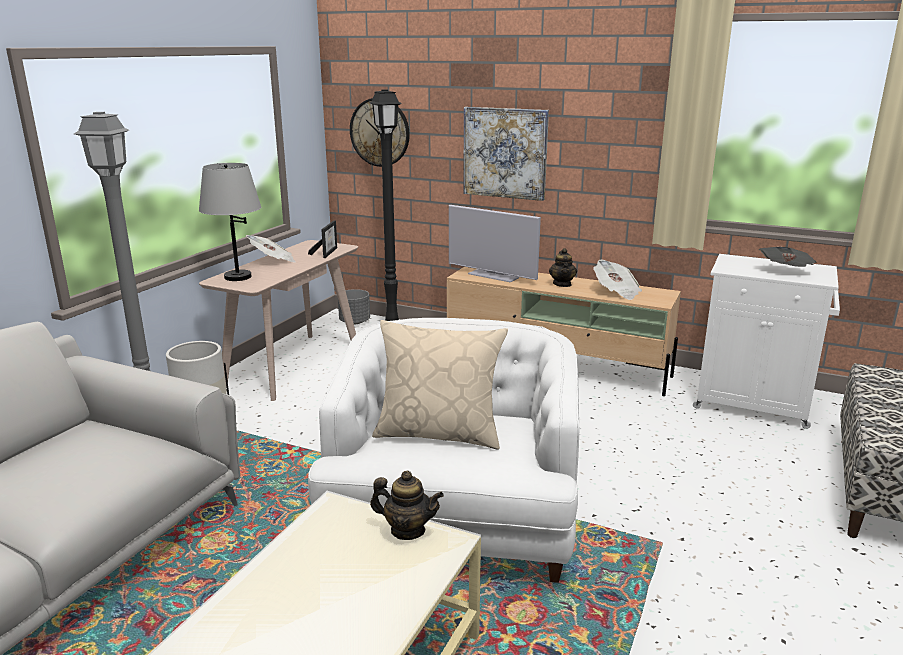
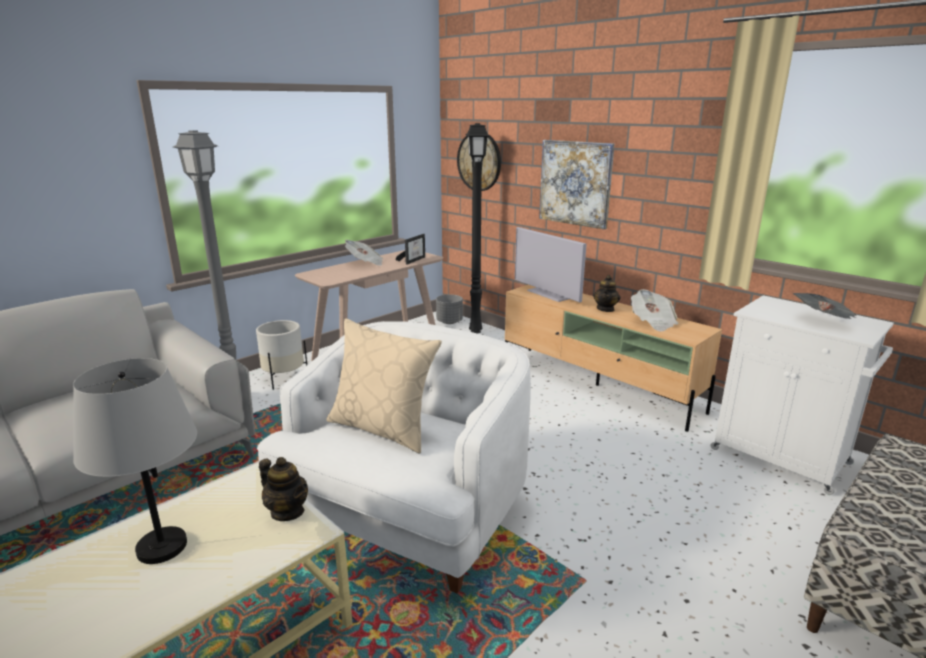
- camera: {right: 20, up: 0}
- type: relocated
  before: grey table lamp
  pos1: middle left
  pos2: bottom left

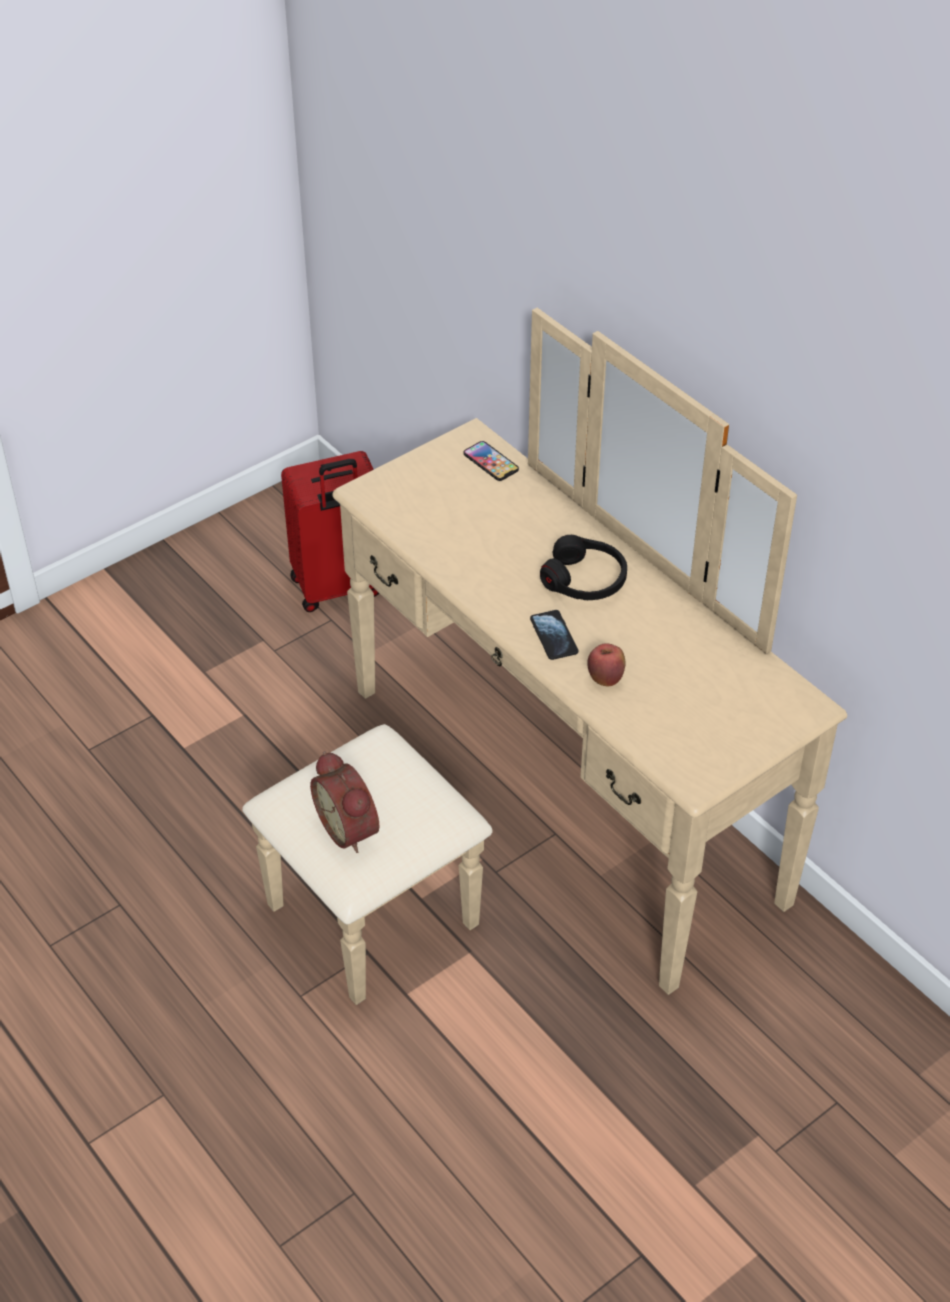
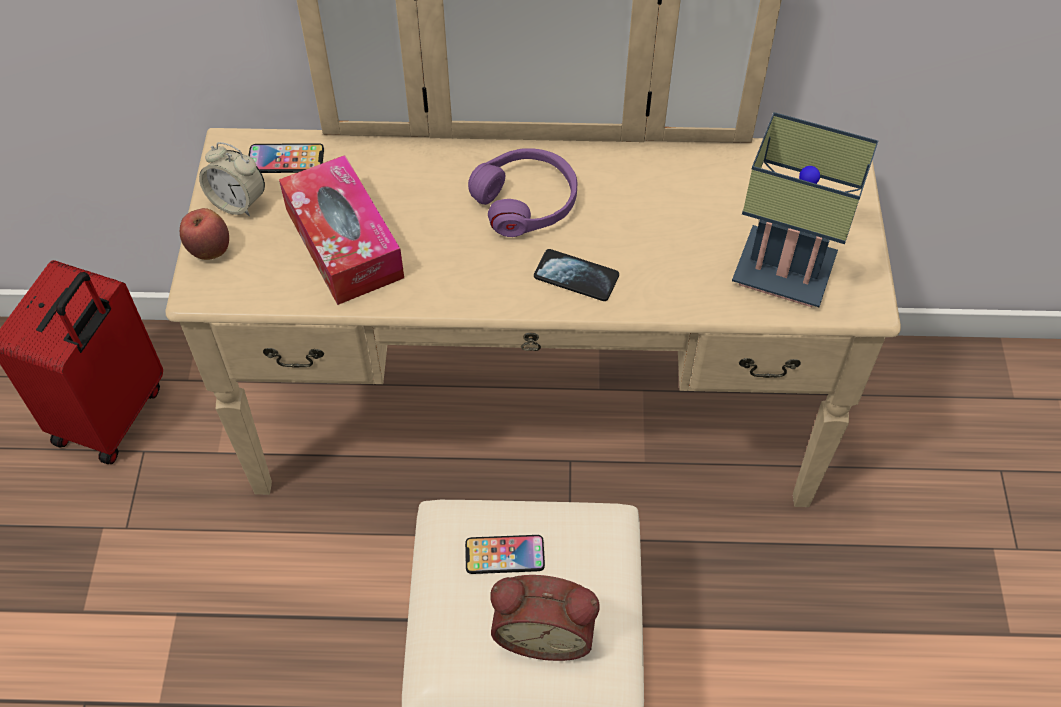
- camera: {right: -50, up: 10}
- type: relocated
  before: apple
  pos1: centre
  pos2: top left
- type: appeared
  after: alarm clock (no. 1 from left)
  pos2: top left
- type: appeared
  after: tissue box
  pos2: top left
- type: appeared
  after: phone (no. 2 from left)
  pos2: bottom centre
- type: colour
  before: black headphones
  after: purple headphones
  pos1: centre
  pos2: top centre
- type: appeared
  after: table lamp
  pos2: top right

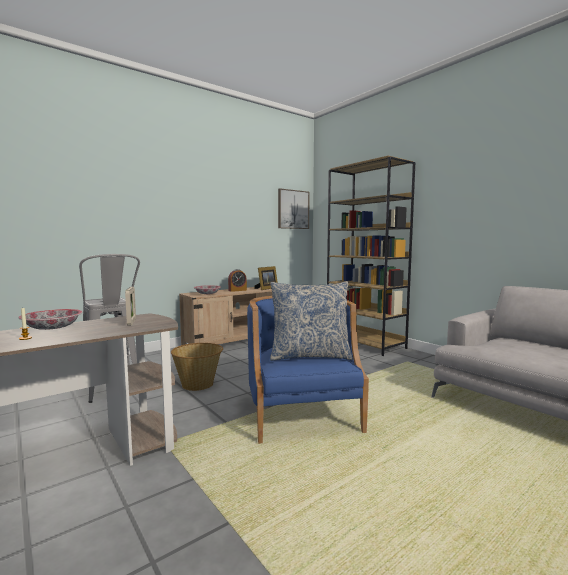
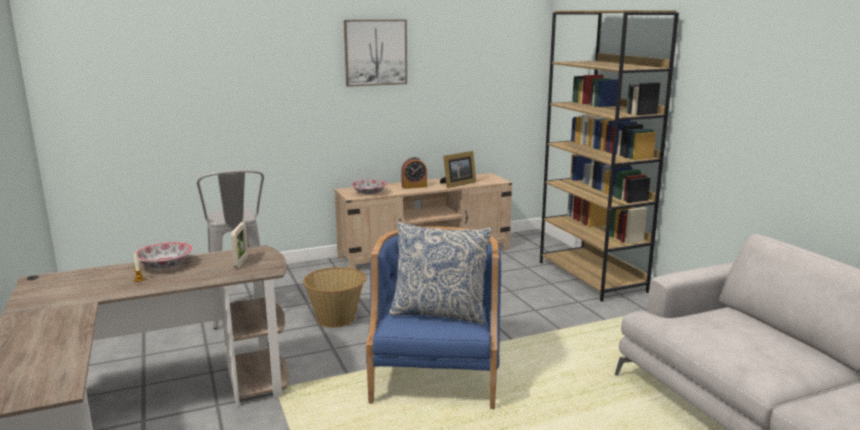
- camera: {right: 15, up: 10}
- type: relocated
  before: picture
  pos1: centre
  pos2: top centre

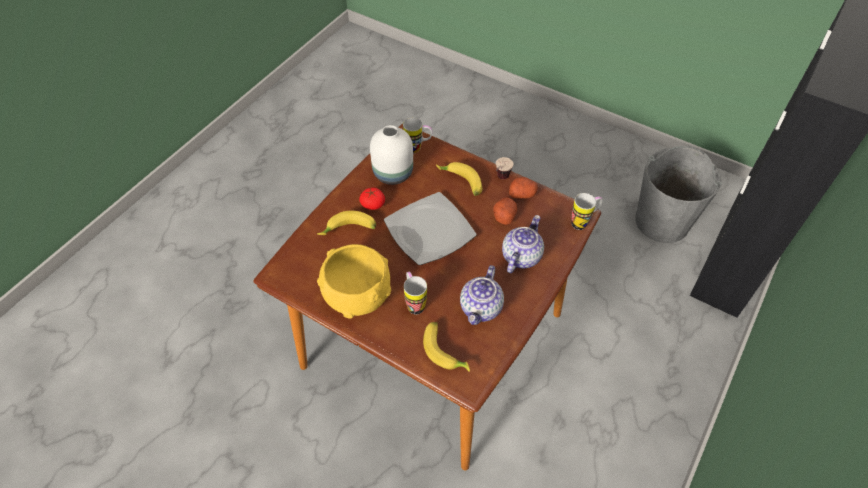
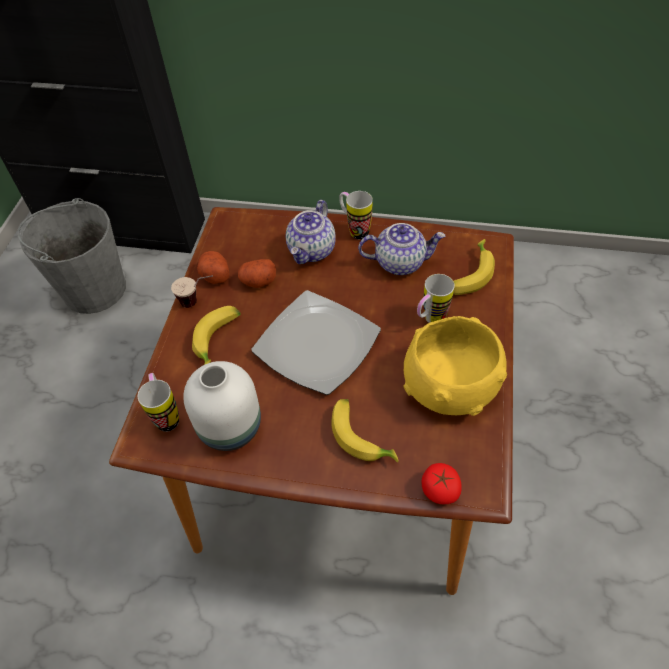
- camera: {right: -110, up: 0}
- type: spun
  before: teapot (no. 2 from left in the first image)
  pos1: centre
  pos2: centre
  turn: -75
- type: relocated
  before: mug (no. 3 from left in the first image)
  after: mug (no. 2 from left)
  pos1: middle right
  pos2: top centre
- type: relocated
  before: tomato
  pos1: centre
  pos2: bottom centre

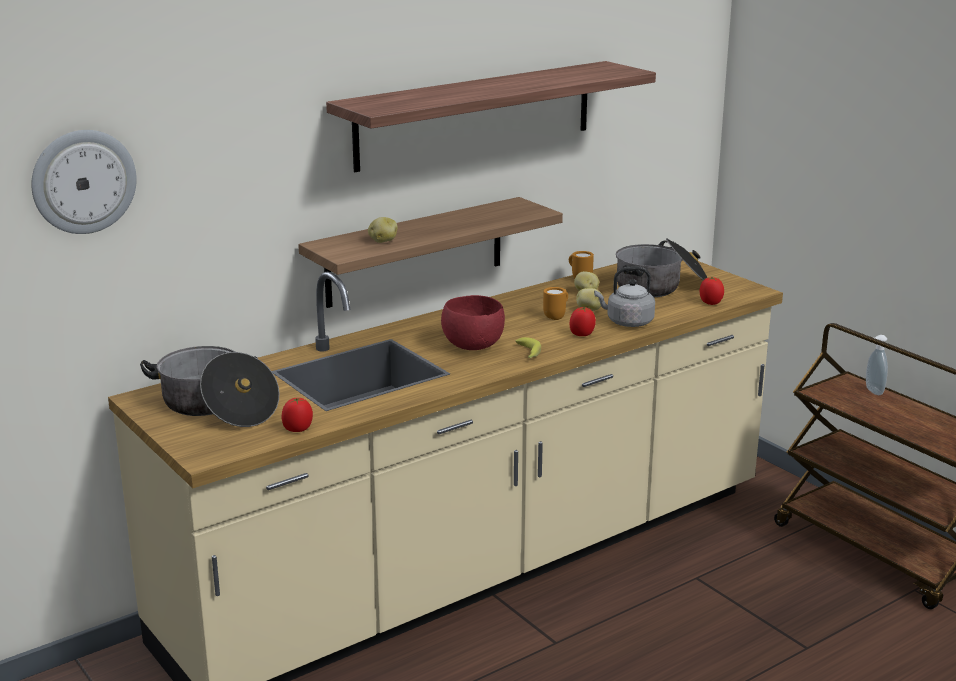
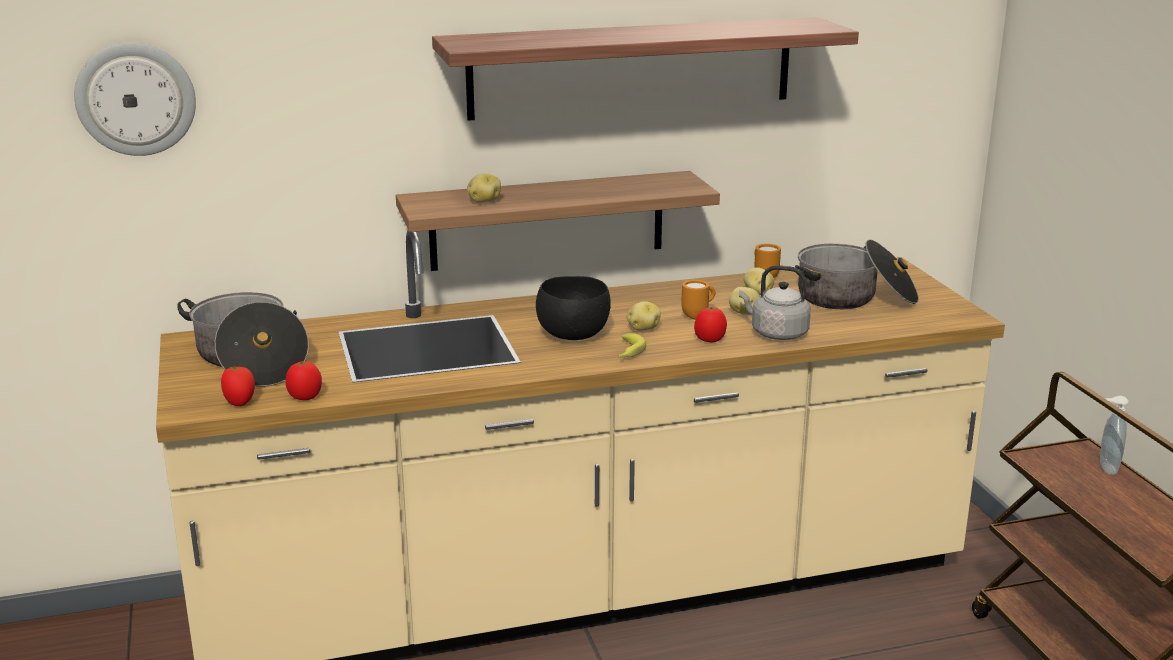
- camera: {right: 20, up: 0}
- type: relocated
  before: tomato (no. 3 from left in the first image)
  after: tomato (no. 1 from left)
  pos1: middle right
  pos2: middle left
- type: colour
  before: red bowl
  after: black bowl
  pos1: centre
  pos2: centre
- type: appeared
  after: potato (no. 2 from left)
  pos2: centre

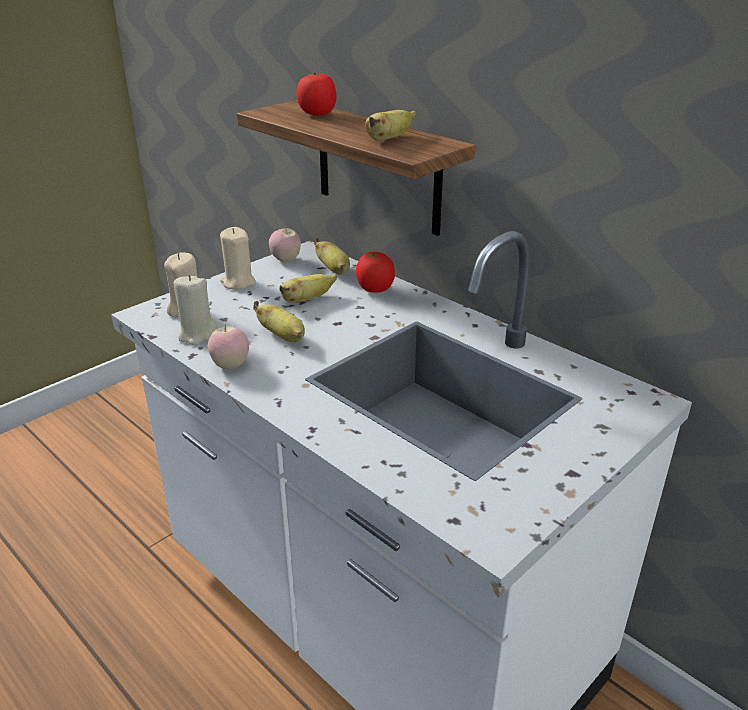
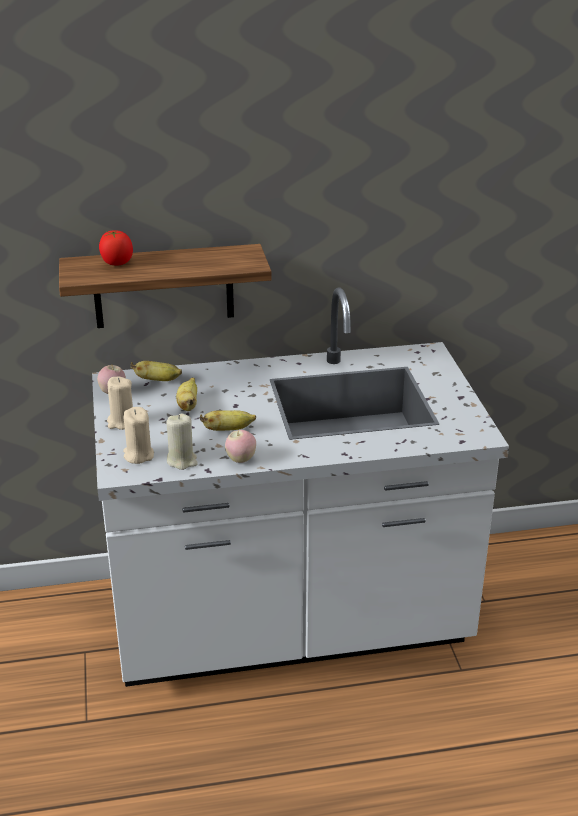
- camera: {right: -55, up: 0}
- type: missing
  before: tomato (no. 2 from left)
  pos1: centre
- type: missing
  before: banana (no. 4 from left)
  pos1: top centre

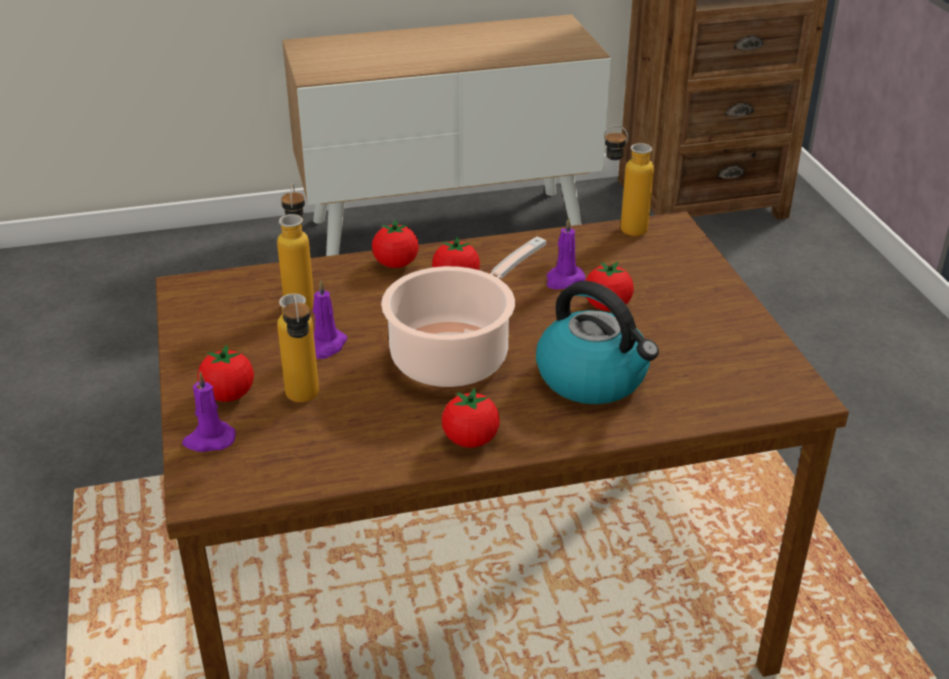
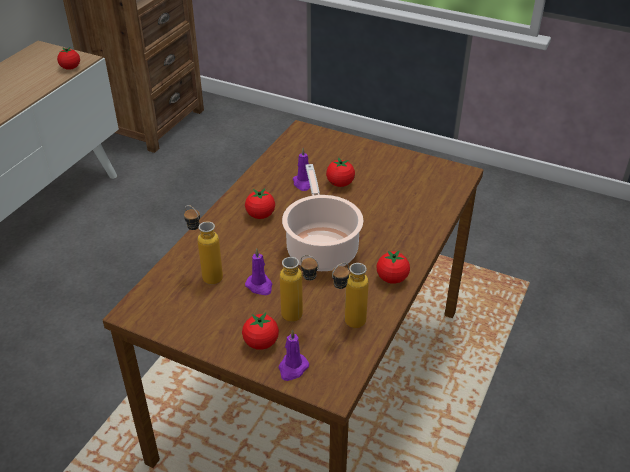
- camera: {right: -50, up: 5}
- type: relocated
  before: tomato (no. 2 from left in the first image)
  after: tomato (no. 1 from left)
  pos1: centre
  pos2: top left
- type: relocated
  before: bottle (no. 3 from left)
  pos1: top centre
  pos2: centre
- type: missing
  before: kettle
  pos1: centre

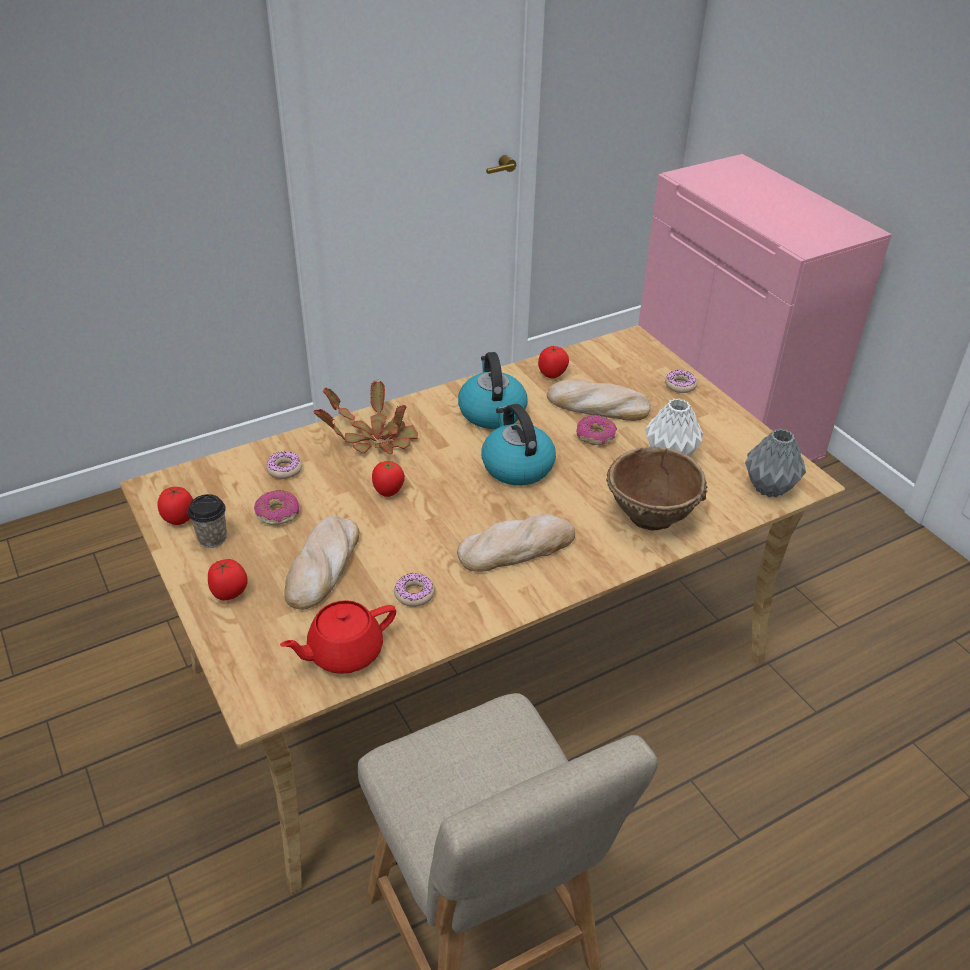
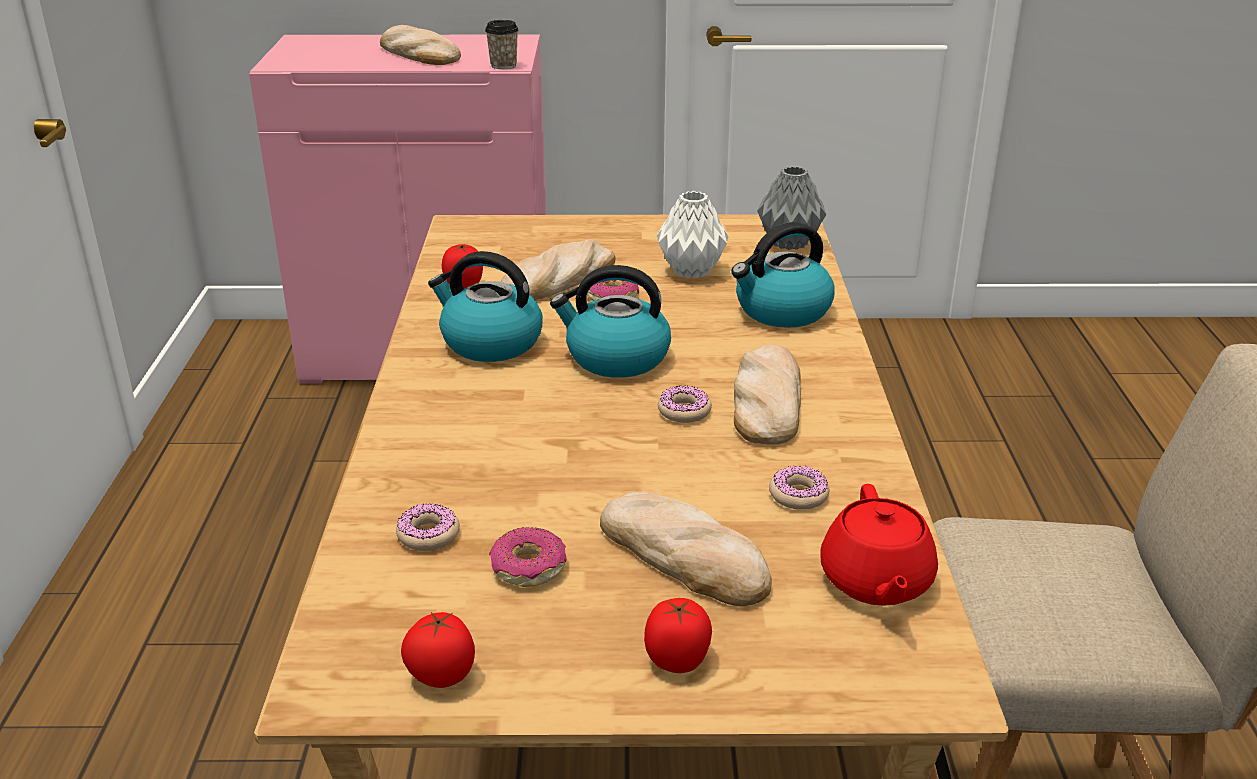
- camera: {right: -60, up: -10}
- type: appeared
  after: bread (no. 1 from left)
  pos2: top centre
- type: relocated
  before: cup
  pos1: middle left
  pos2: top centre
- type: relocated
  before: donut (no. 5 from left in the first image)
  after: donut (no. 4 from left)
  pos1: middle right
  pos2: centre
- type: exchanged
  before: brown bowl
  after: kettle (no. 3 from left)
  pos1: middle right
  pos2: centre
- type: missing
  before: potted plant
  pos1: centre
- type: missing
  before: tomato (no. 3 from left)
  pos1: centre

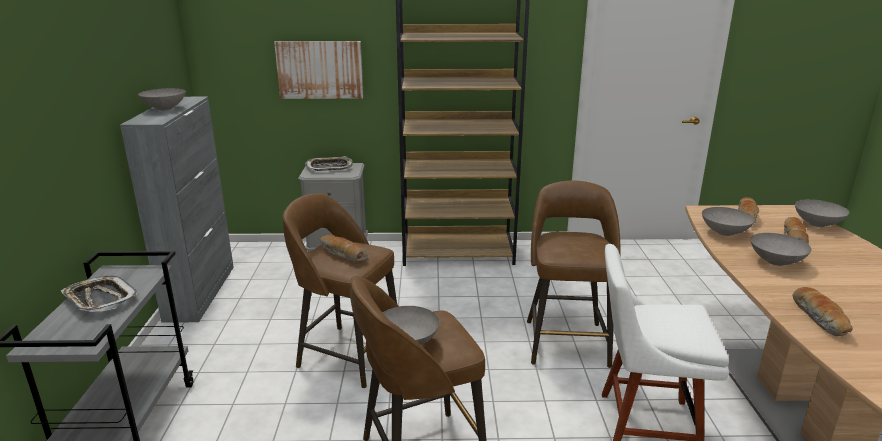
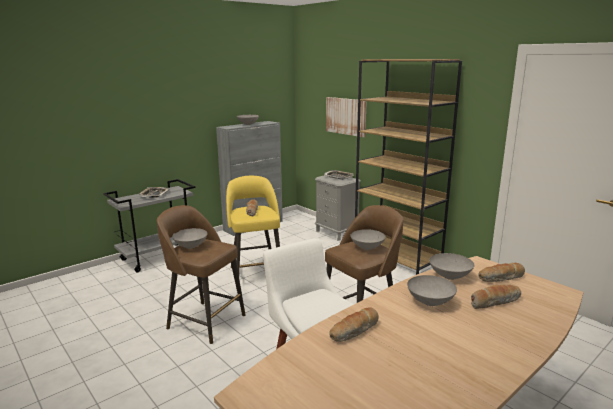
- camera: {right: 50, up: -5}
- type: colour
  before: brown stool (no. 1 from left)
  after: yellow stool
  pos1: centre
  pos2: centre
- type: relocated
  before: grey bowl (no. 5 from left in the first image)
  after: grey bowl (no. 3 from left)
  pos1: middle right
  pos2: centre

